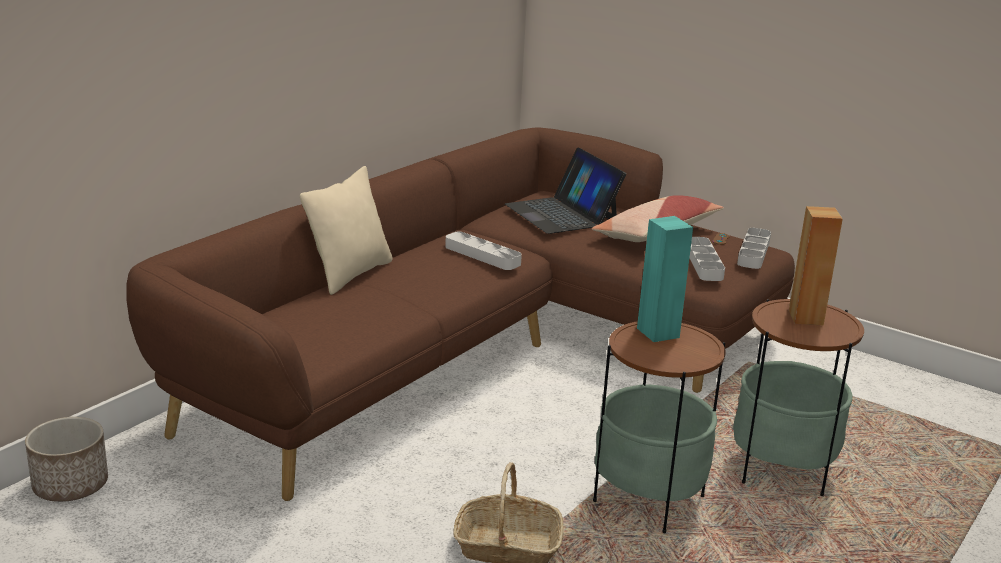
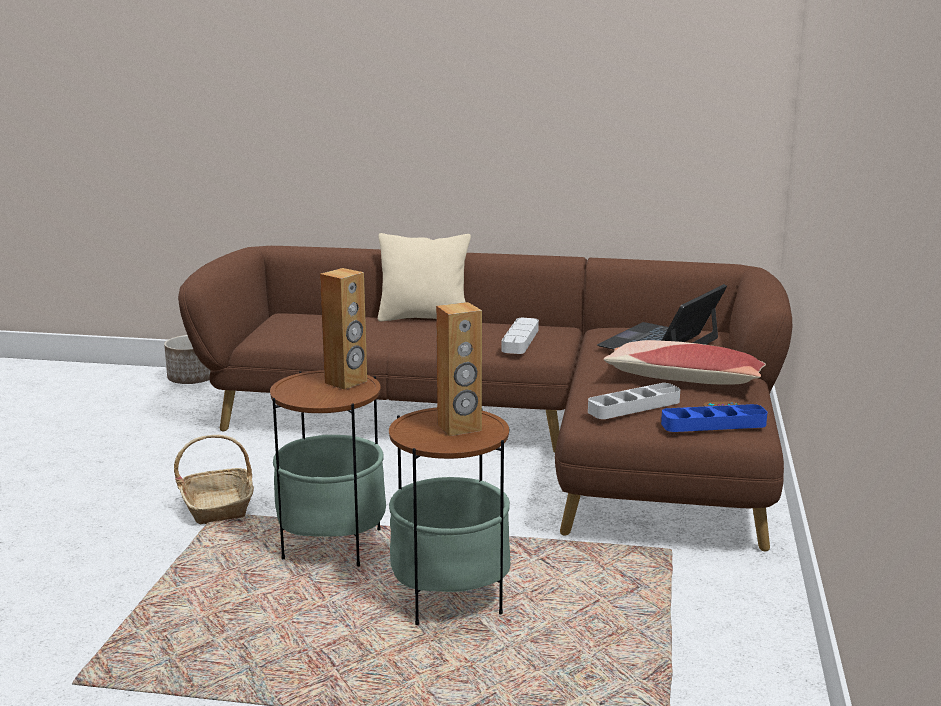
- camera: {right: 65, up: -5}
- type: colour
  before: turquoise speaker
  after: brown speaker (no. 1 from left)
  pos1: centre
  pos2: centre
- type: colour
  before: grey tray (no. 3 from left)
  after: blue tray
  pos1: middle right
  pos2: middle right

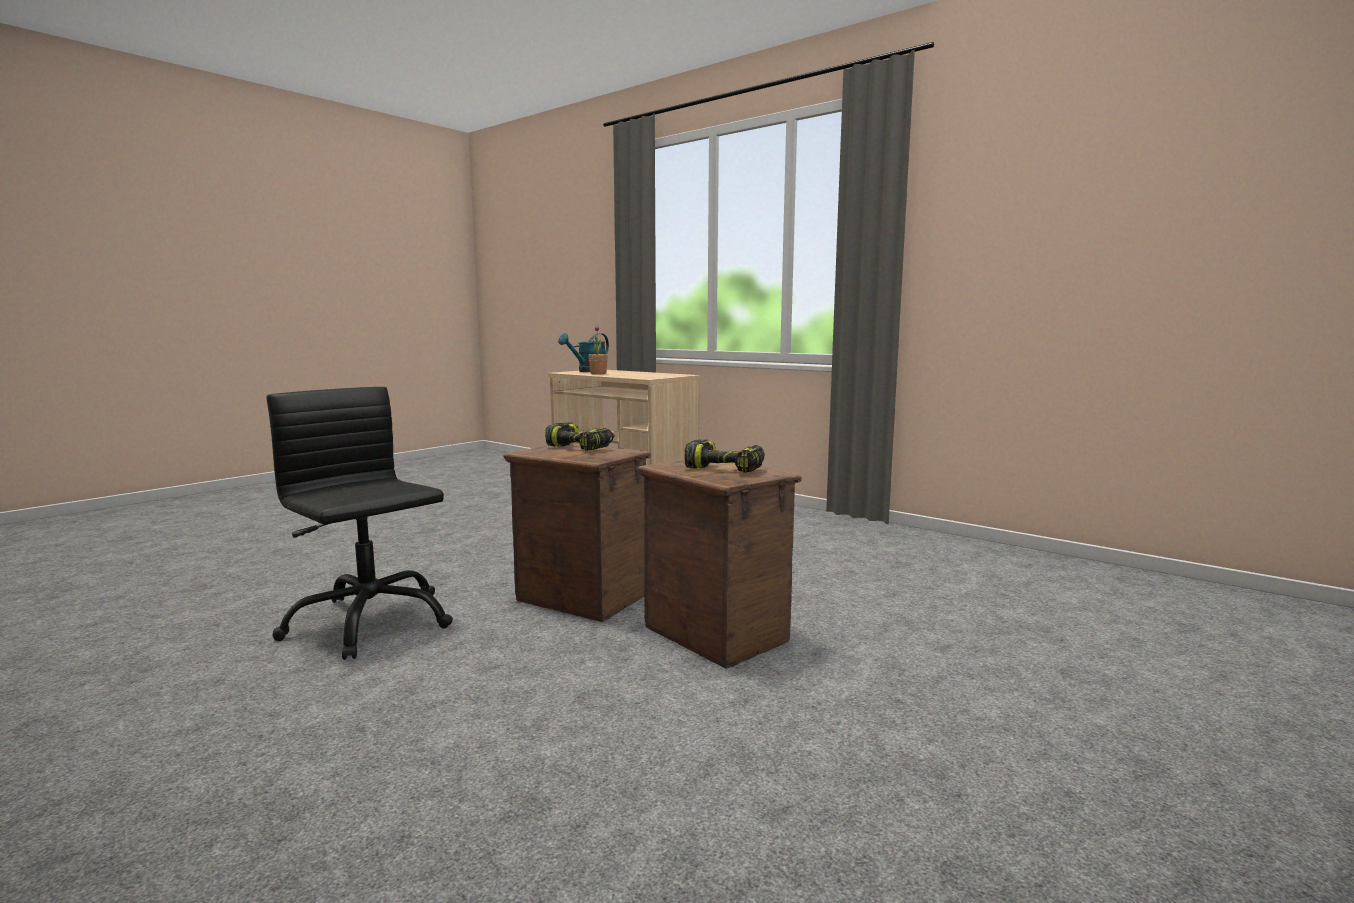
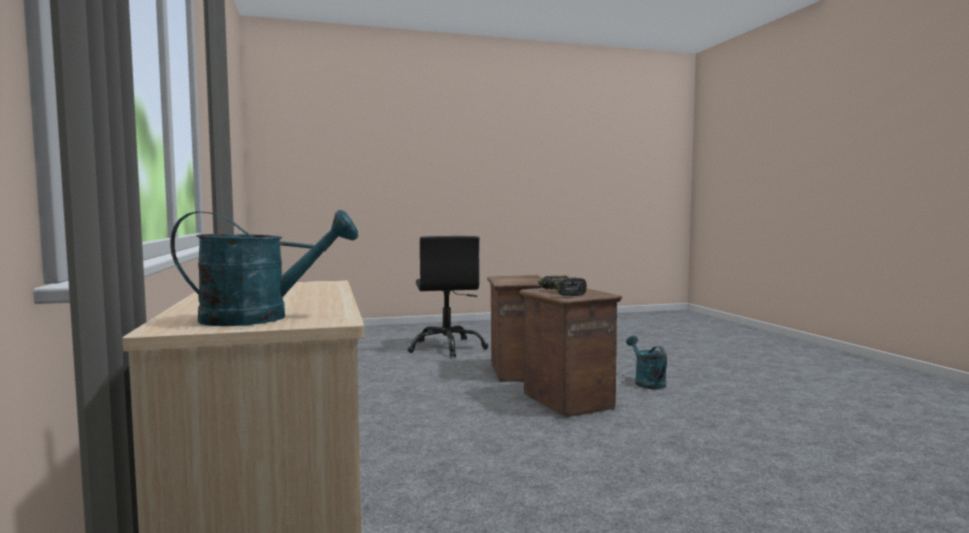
- camera: {right: -145, up: -5}
- type: relocated
  before: black office chair
  pos1: middle left
  pos2: centre
- type: appeared
  after: turquoise watering can (no. 2 from left)
  pos2: bottom right
- type: missing
  before: potted plant
  pos1: centre
- type: missing
  before: power drill (no. 2 from left)
  pos1: centre

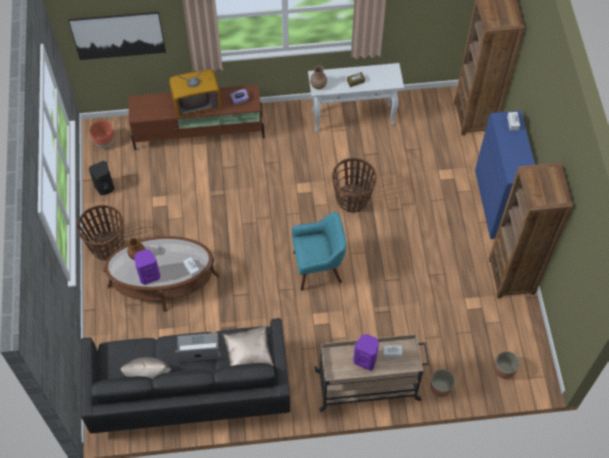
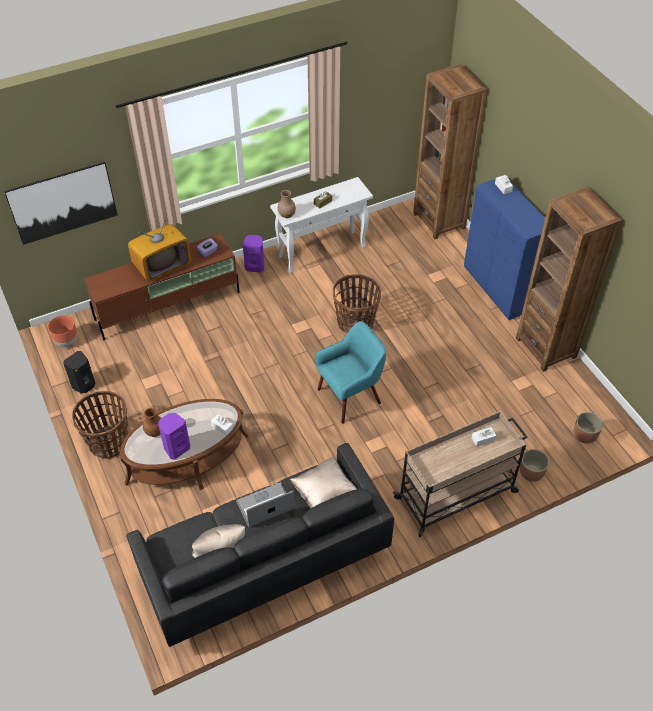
- camera: {right: -20, up: -10}
- type: relocated
  before: purple speaker (no. 2 from left)
  pos1: bottom centre
  pos2: centre

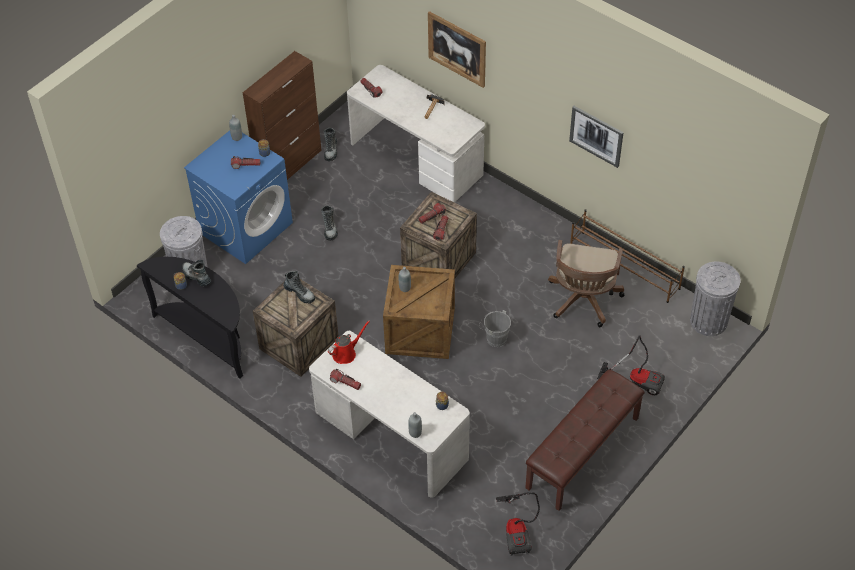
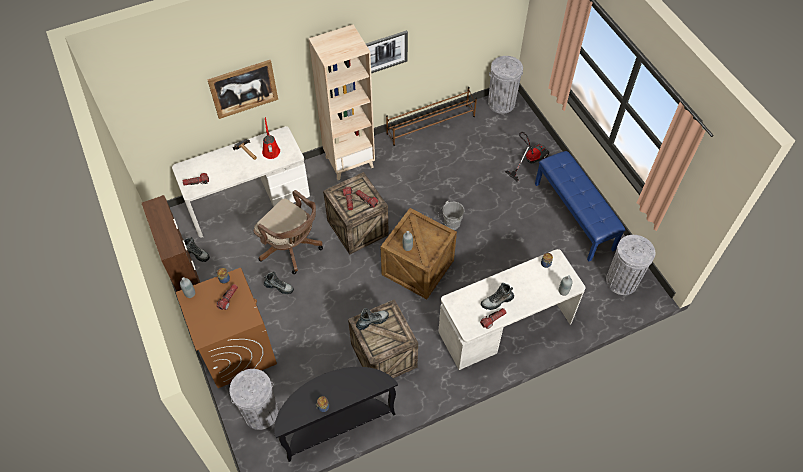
- camera: {right: -65, up: 5}
- type: colour
  before: blue washing machine
  after: brown washing machine
  pos1: middle left
  pos2: bottom left
- type: relocated
  before: brown office chair
  pos1: middle right
  pos2: centre
- type: relocated
  before: red watering can
  pos1: centre
  pos2: top centre
- type: appeared
  after: beige bookcase
  pos2: top centre
- type: relocated
  before: boot (no. 1 from left in the first image)
  after: boot (no. 4 from left)
  pos1: middle left
  pos2: centre
- type: colour
  before: brown bench
  after: blue bench
  pos1: bottom right
  pos2: middle right
- type: exchanged
  before: vacuum cleaner (no. 1 from left)
  after: grey trash can (no. 3 from left)
  pos1: bottom centre
  pos2: middle right

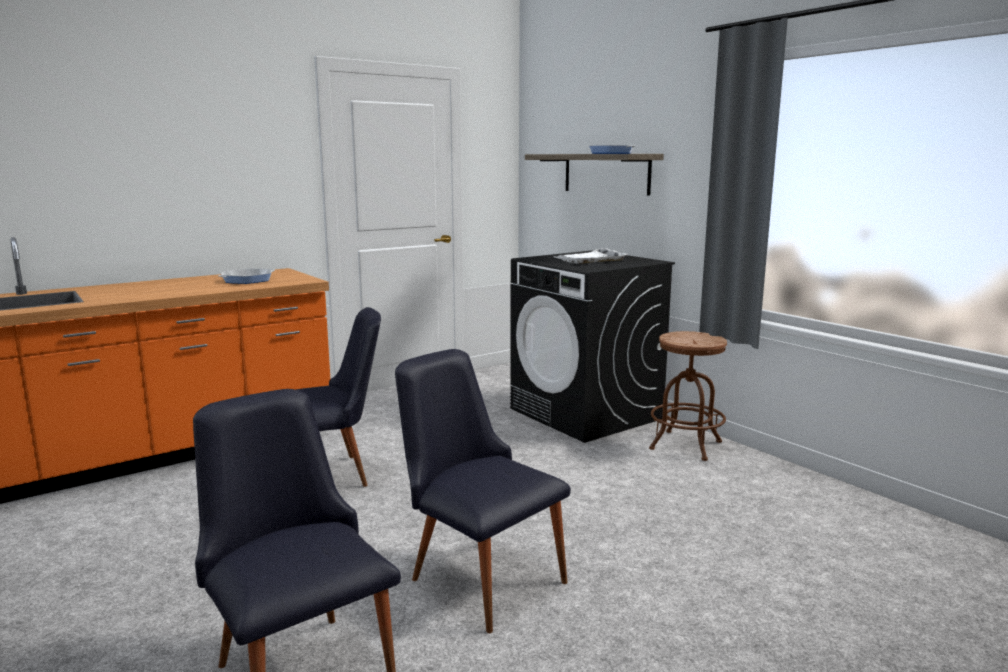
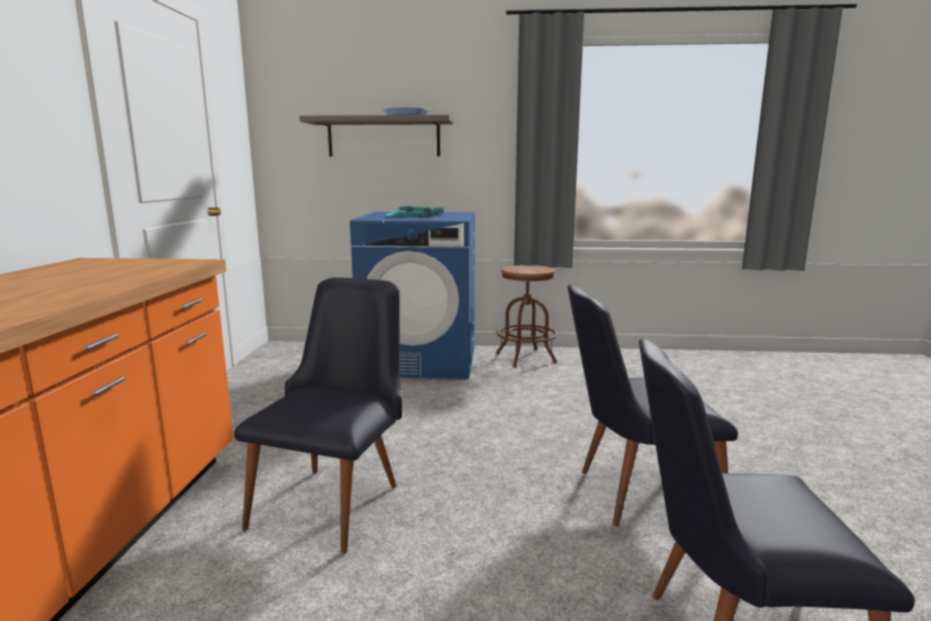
- camera: {right: -50, up: 0}
- type: colour
  before: black washing machine
  after: blue washing machine
  pos1: centre
  pos2: centre
- type: colour
  before: white tray
  after: turquoise tray
  pos1: centre
  pos2: centre
- type: missing
  before: frying pan (no. 1 from left)
  pos1: middle left

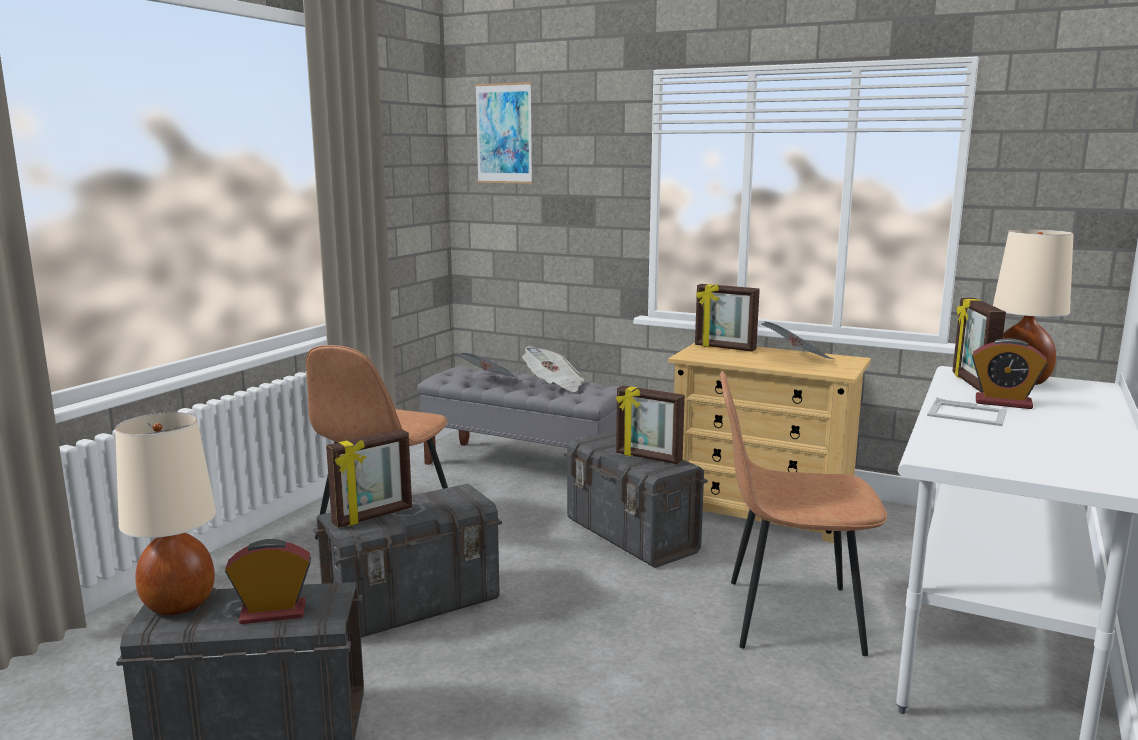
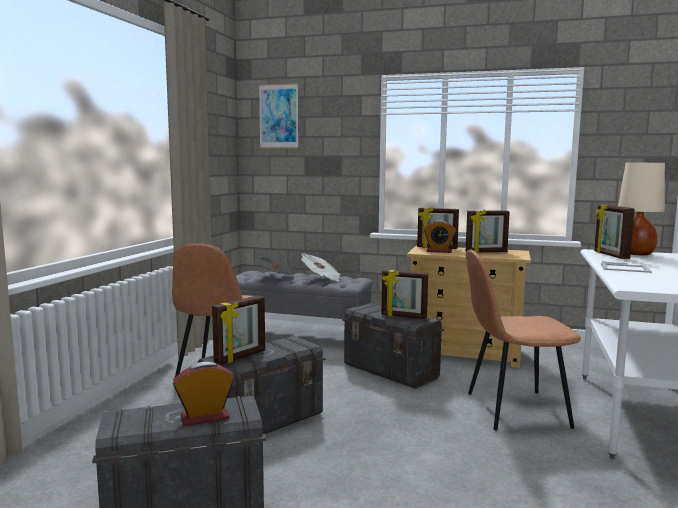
- camera: {right: -10, up: -5}
- type: relocated
  before: alarm clock (no. 2 from left)
  pos1: middle right
  pos2: centre
- type: exchanged
  before: newspaper (no. 3 from left)
  after: picture frame (no. 4 from left)
  pos1: middle right
  pos2: middle right
- type: missing
  before: beige table lamp (no. 1 from left)
  pos1: bottom left

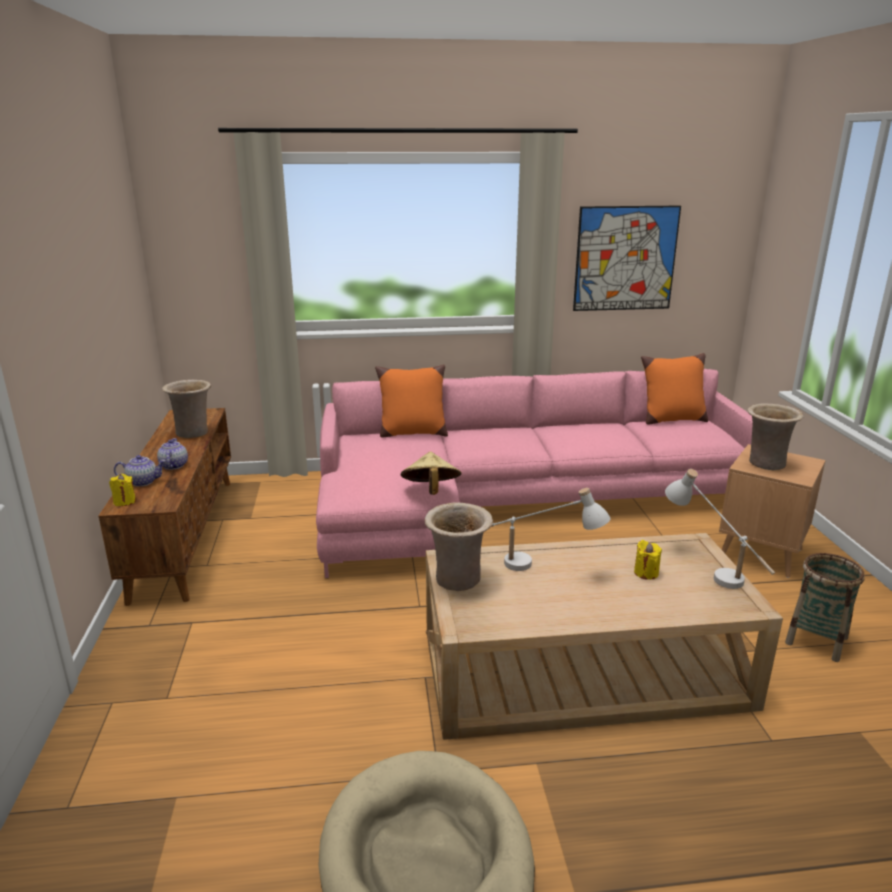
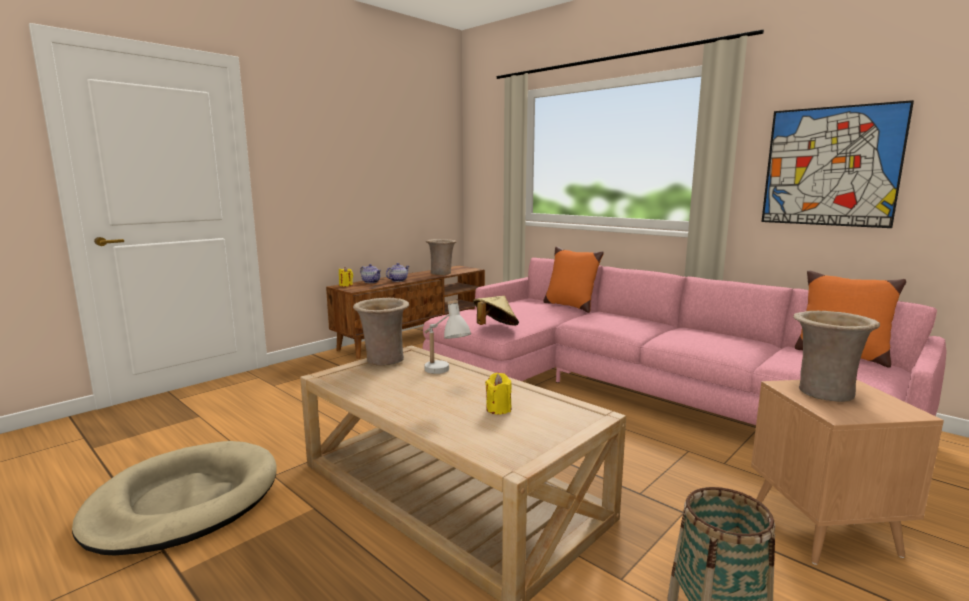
- camera: {right: 50, up: -10}
- type: missing
  before: white table lamp (no. 2 from left)
  pos1: middle right

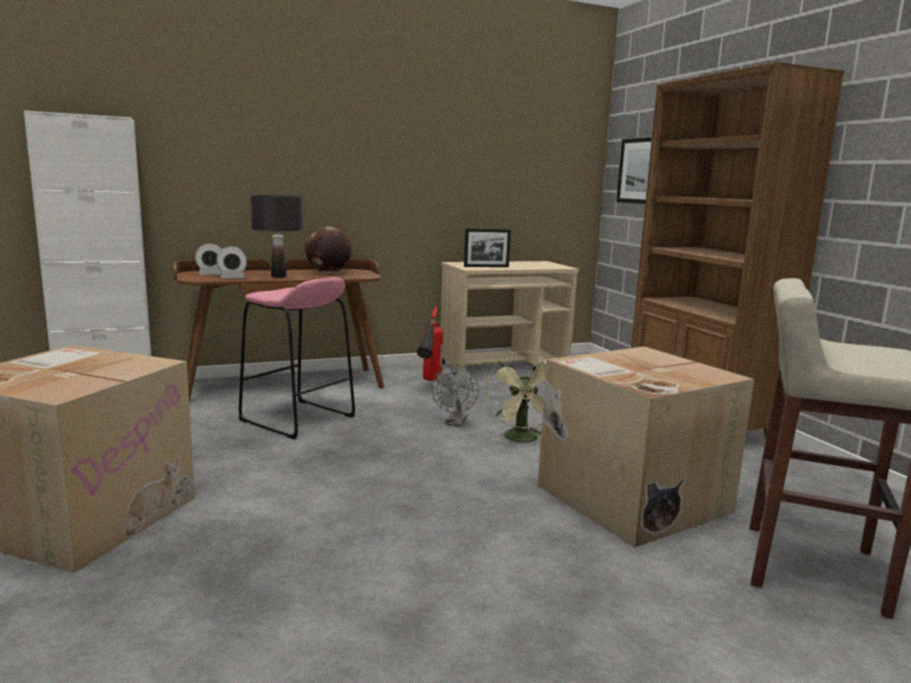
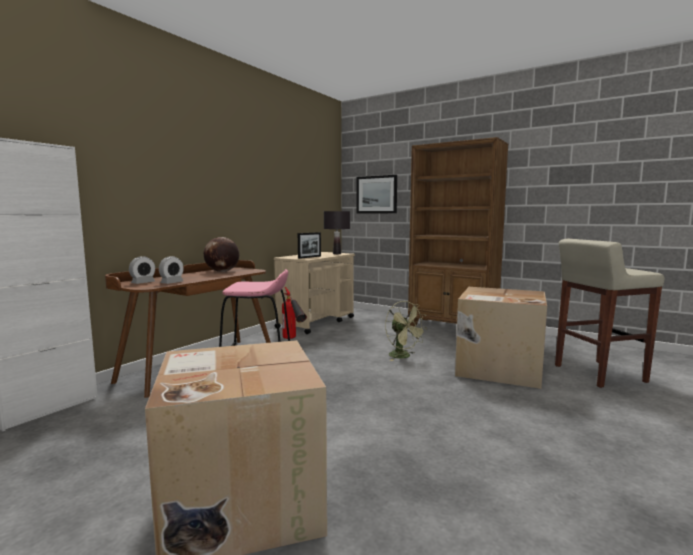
- camera: {right: -35, up: -5}
- type: relocated
  before: black table lamp
  pos1: middle left
  pos2: centre
- type: missing
  before: grey fan
  pos1: centre

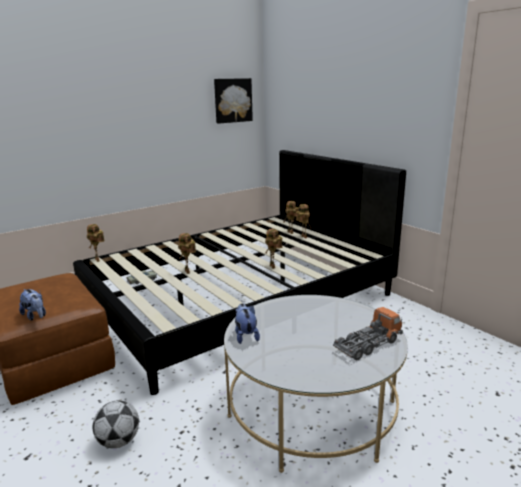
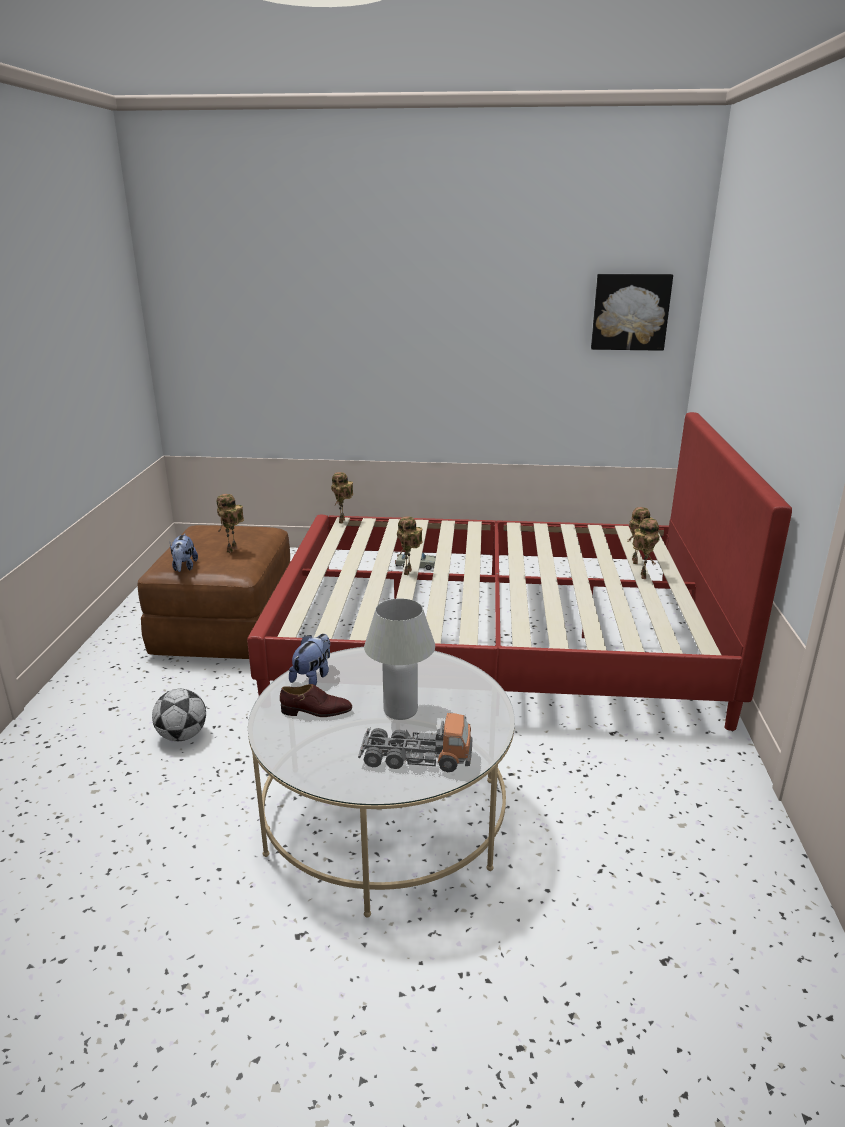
- camera: {right: 40, up: 5}
- type: relocated
  before: toy robot (no. 3 from left in the first image)
  after: toy robot (no. 1 from left)
  pos1: centre
  pos2: middle left
- type: colour
  before: black bed
  after: red bed
  pos1: centre
  pos2: centre
- type: appeared
  after: brown shoe
  pos2: centre
- type: appeared
  after: white table lamp
  pos2: centre

